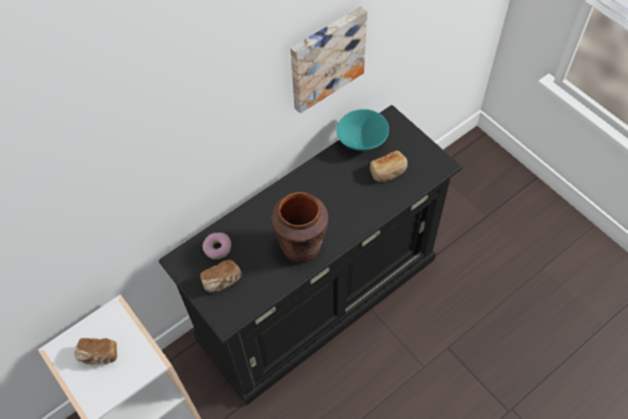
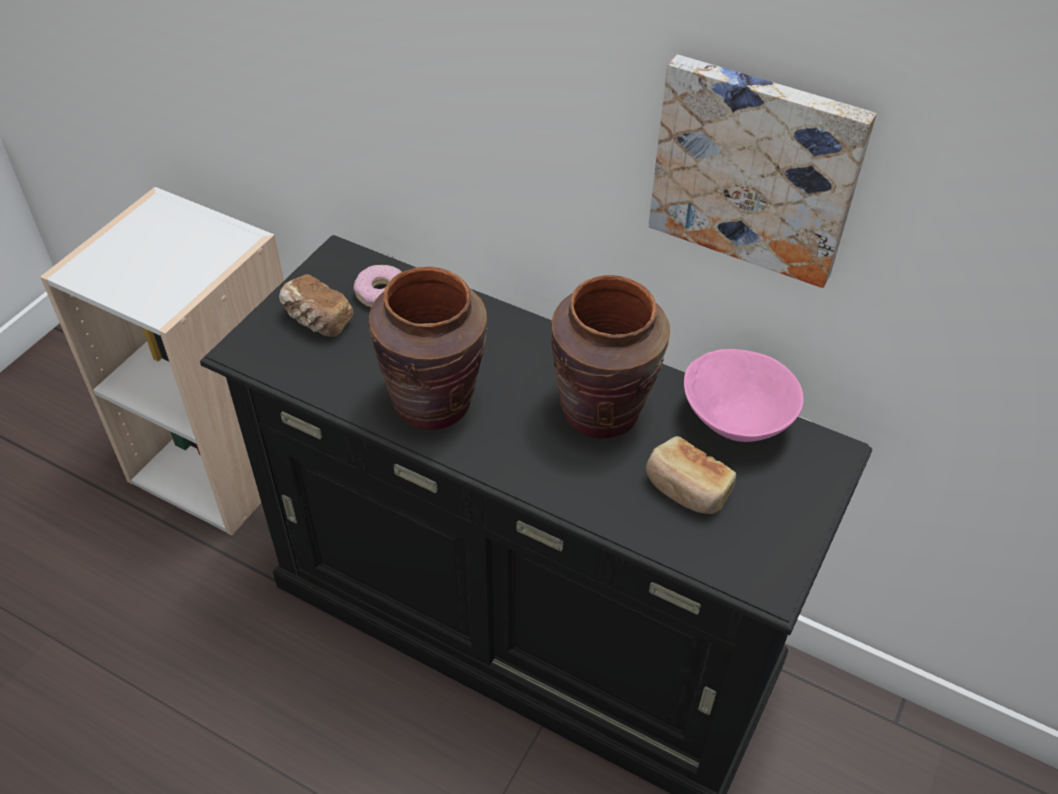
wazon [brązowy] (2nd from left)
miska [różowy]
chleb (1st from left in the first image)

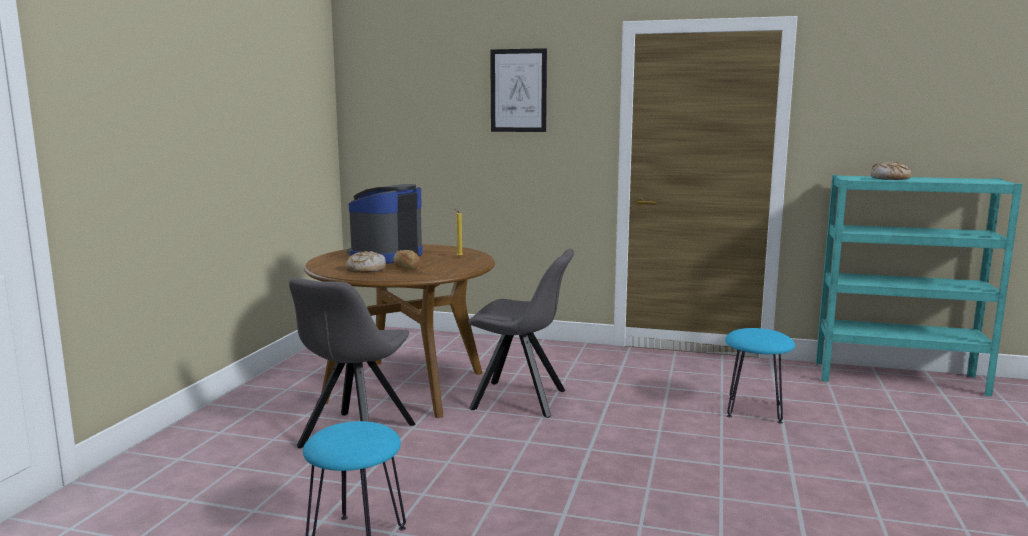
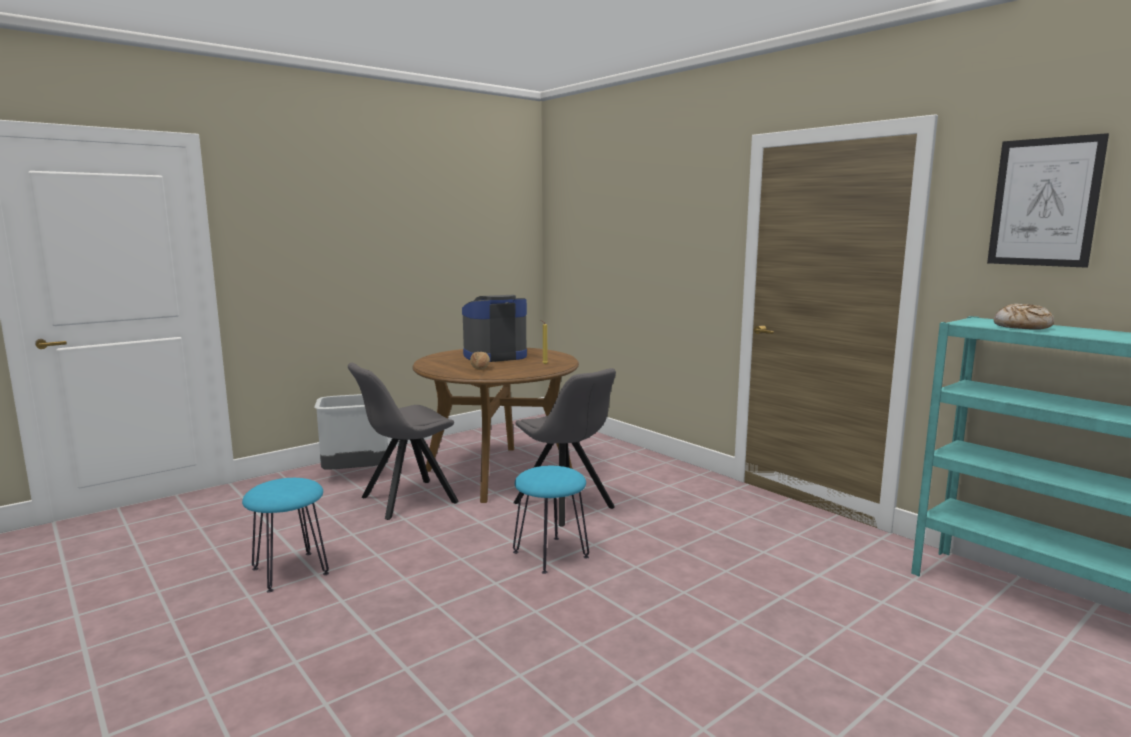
kosz na śmieci [szary]
stołek [turkusowy] (2nd from left)
obraz
chleb (1st from left in the first image)

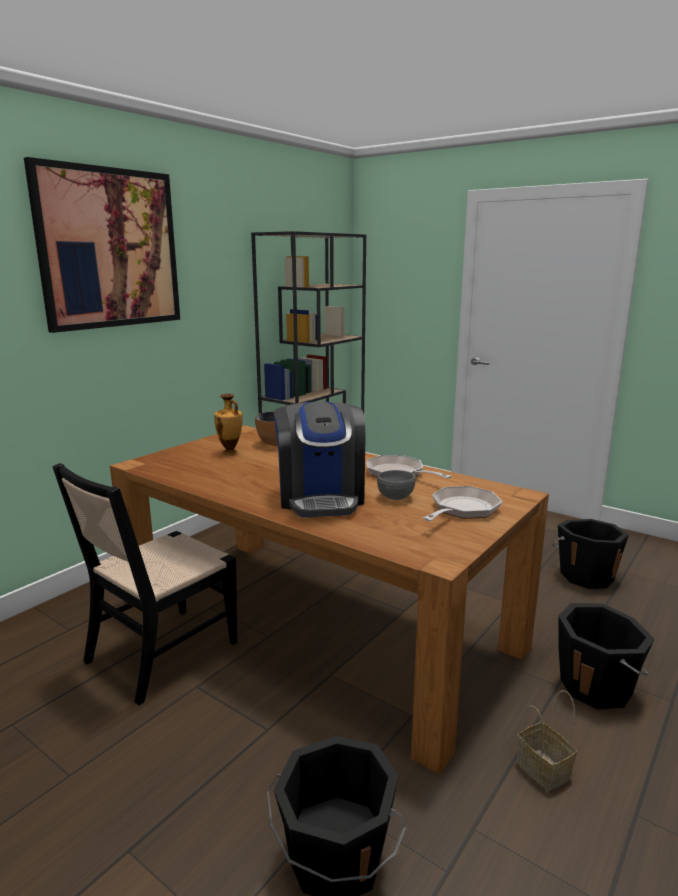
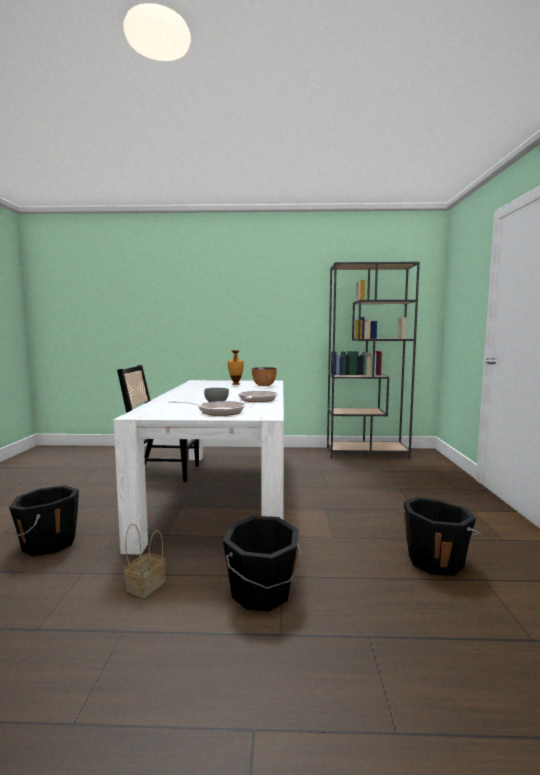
stół jadalny [biały]
obraz
ekspres do kawy

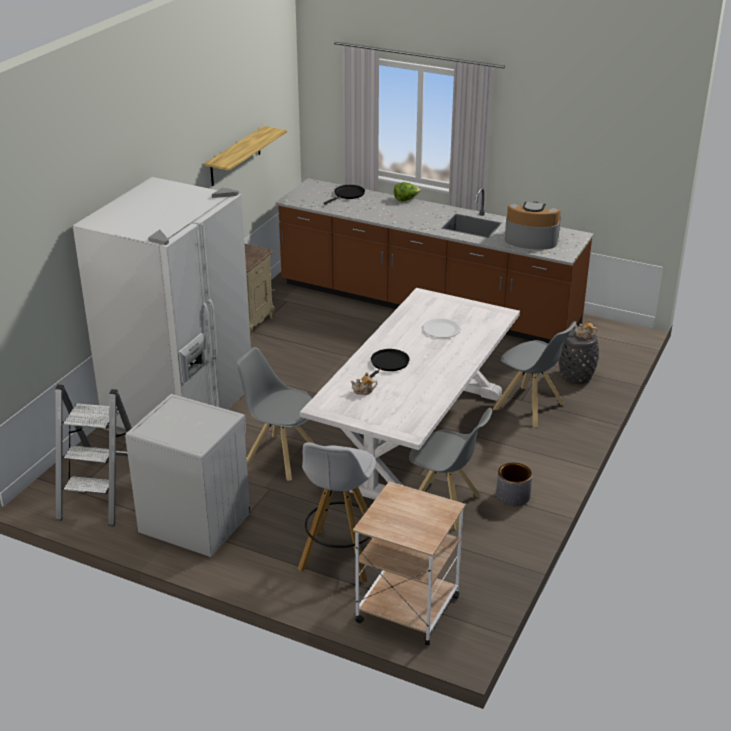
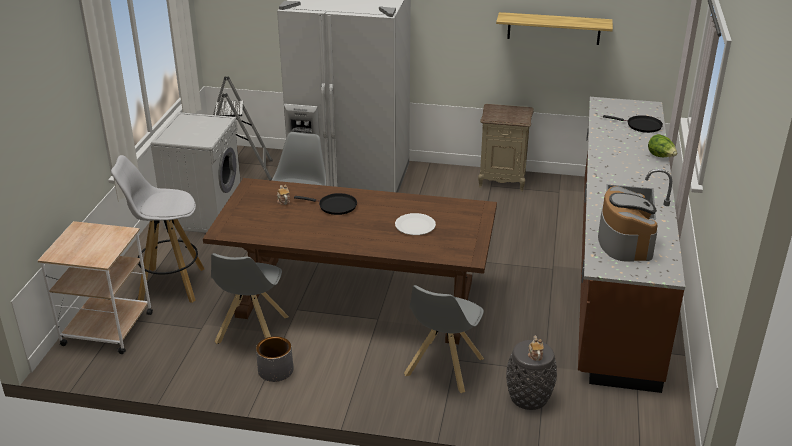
stół jadalny [brązowy]

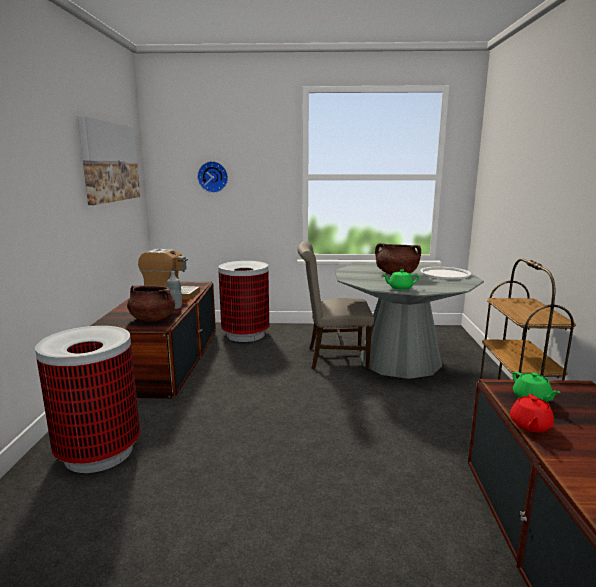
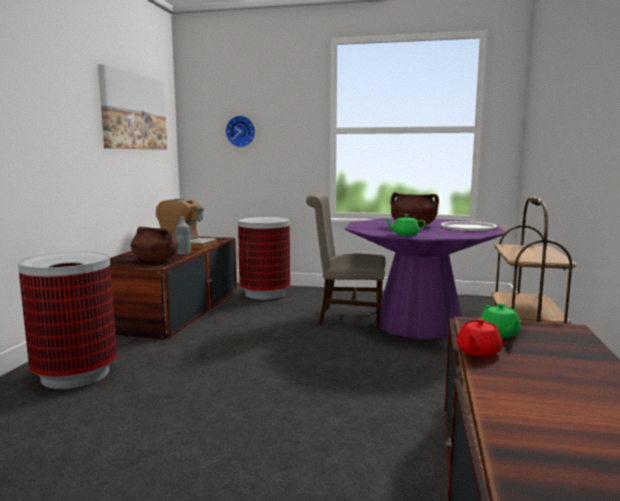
stół jadalny [fioletowy]

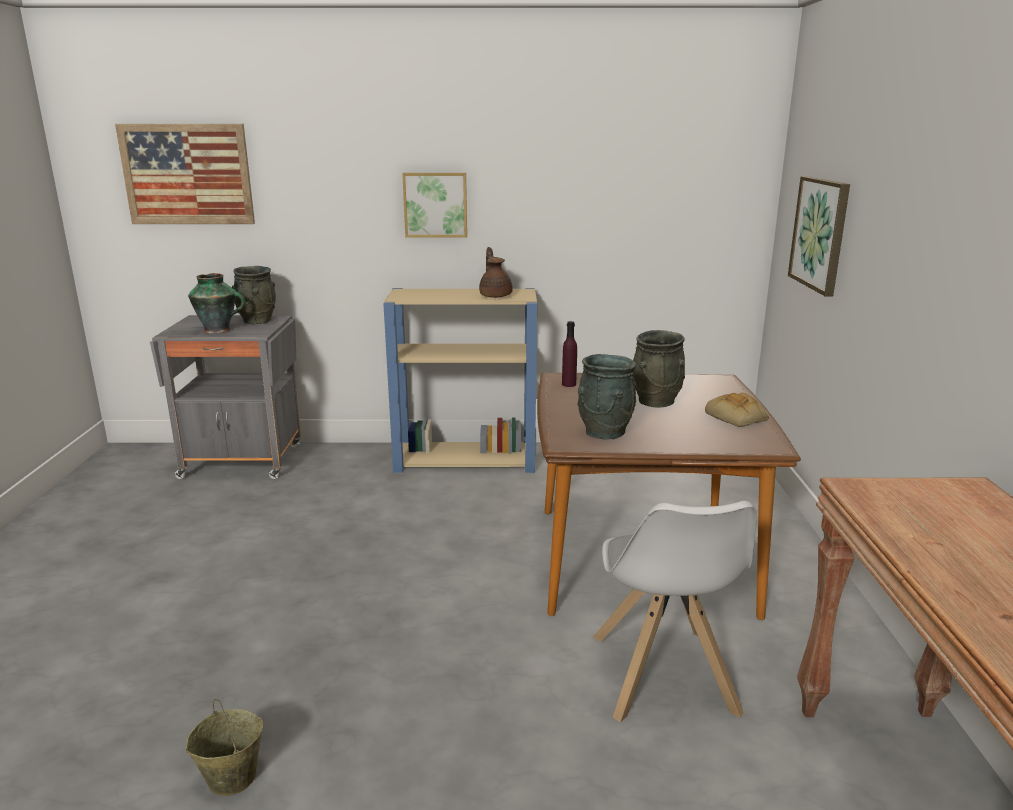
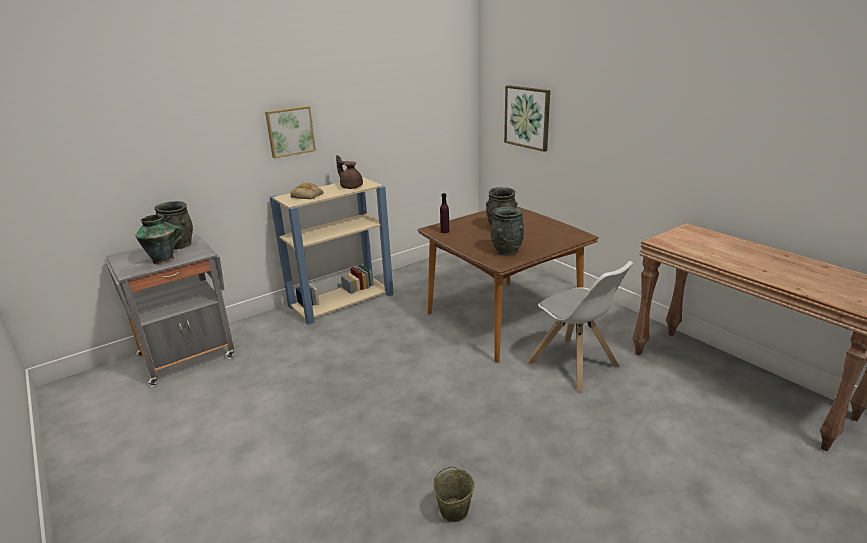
chleb
obraz (1st from left in the first image)

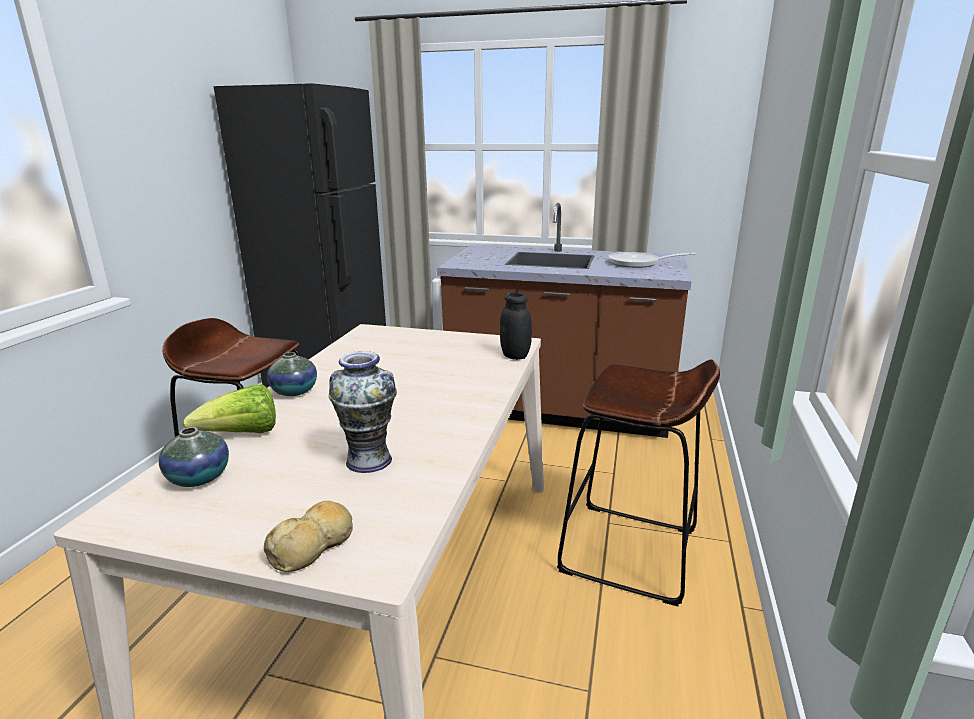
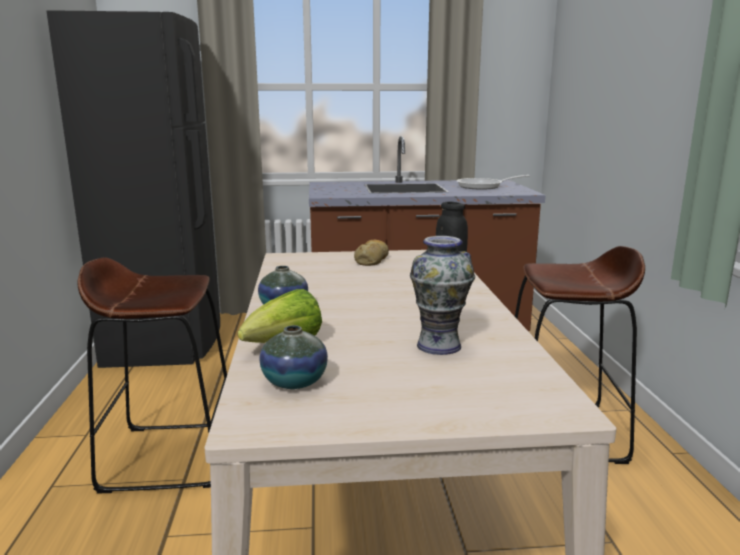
chleb

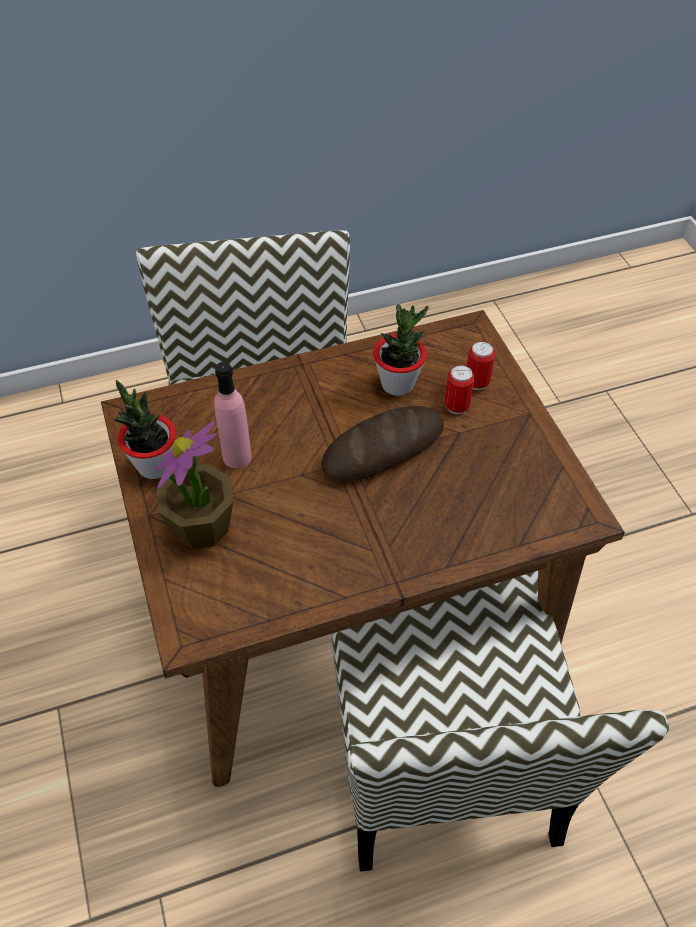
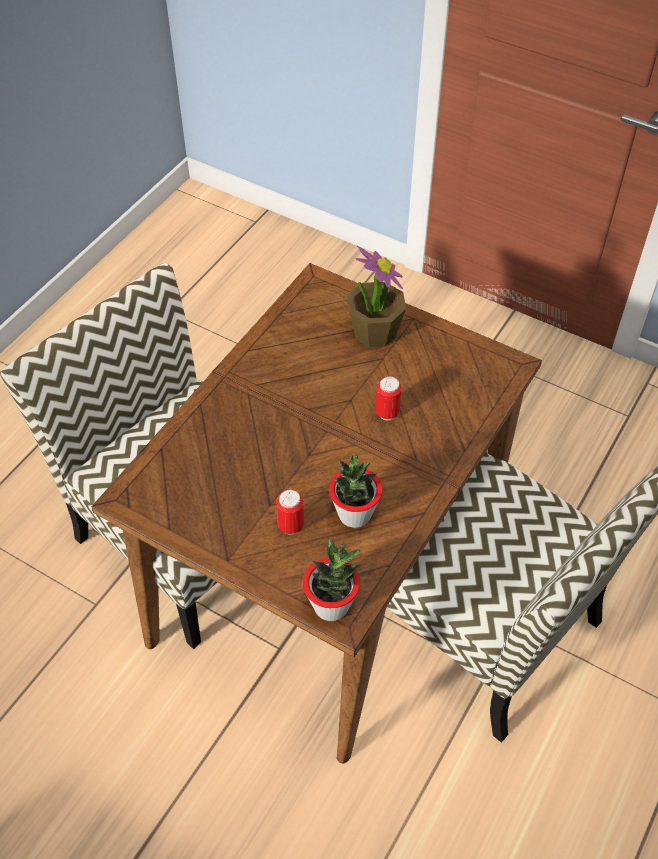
roślina doniczkowa (1st from left)
puszka (2nd from left)
butelka [różowy]
chleb

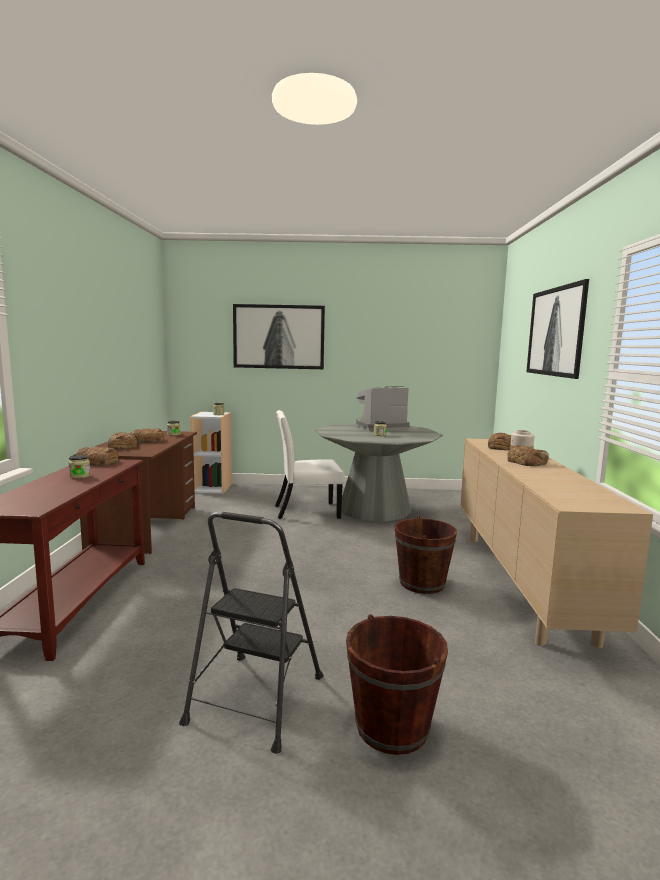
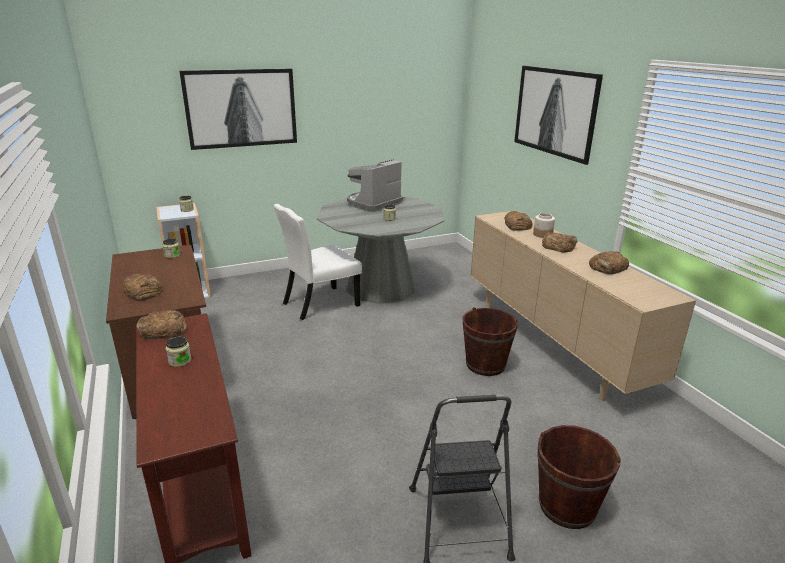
chleb (5th from left)

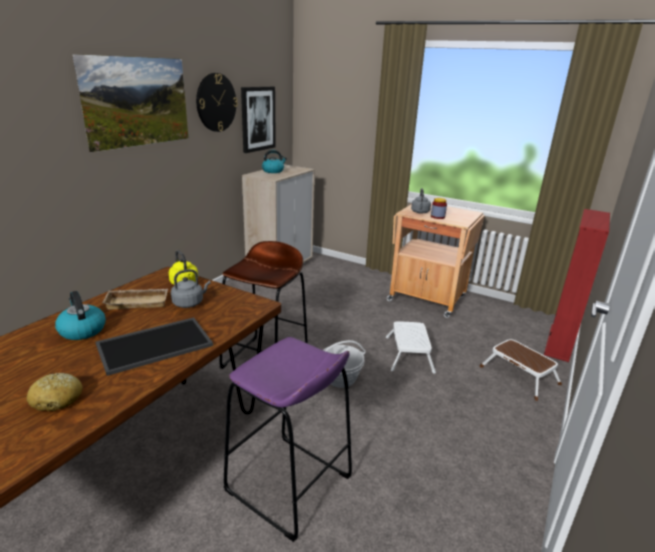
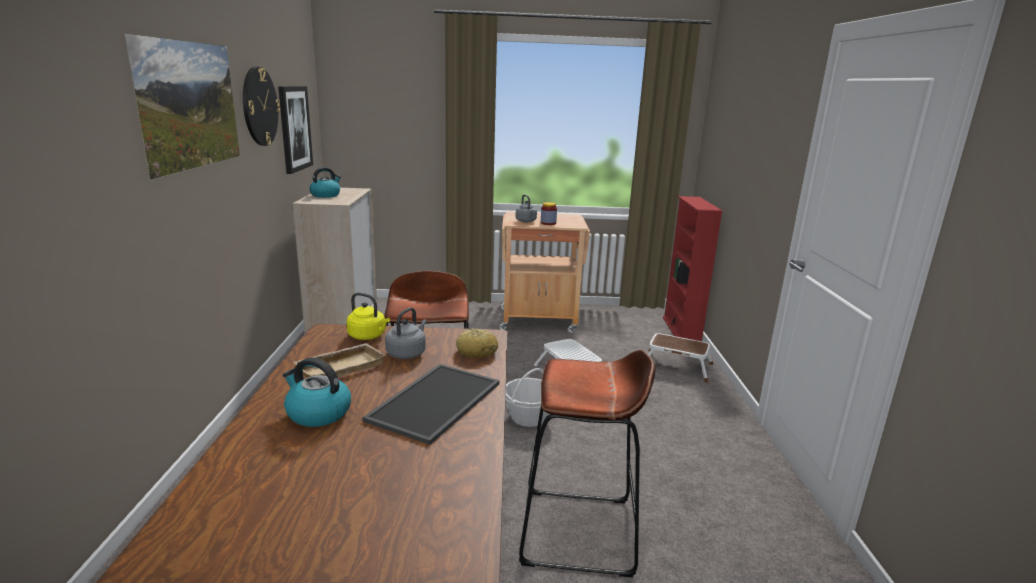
chleb
stołek [brązowy] (2nd from left)

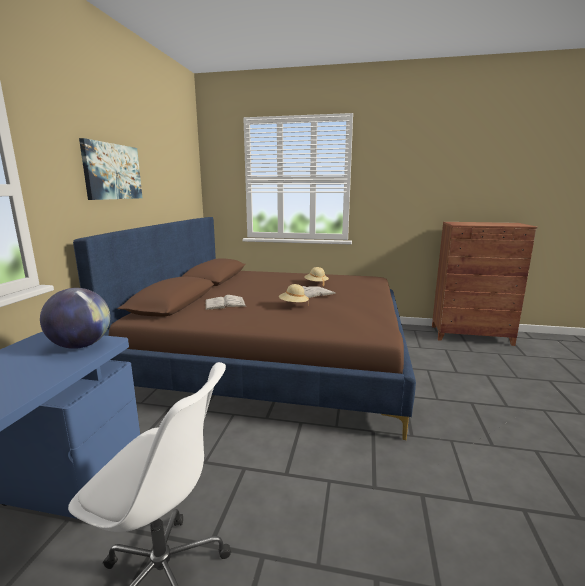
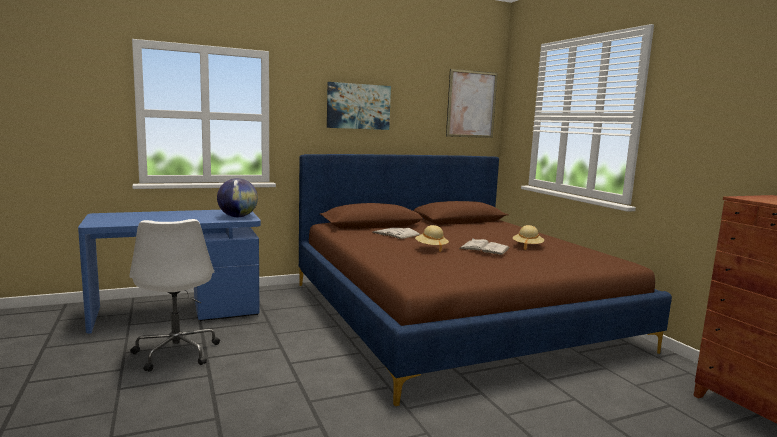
obraz (2nd from left)

